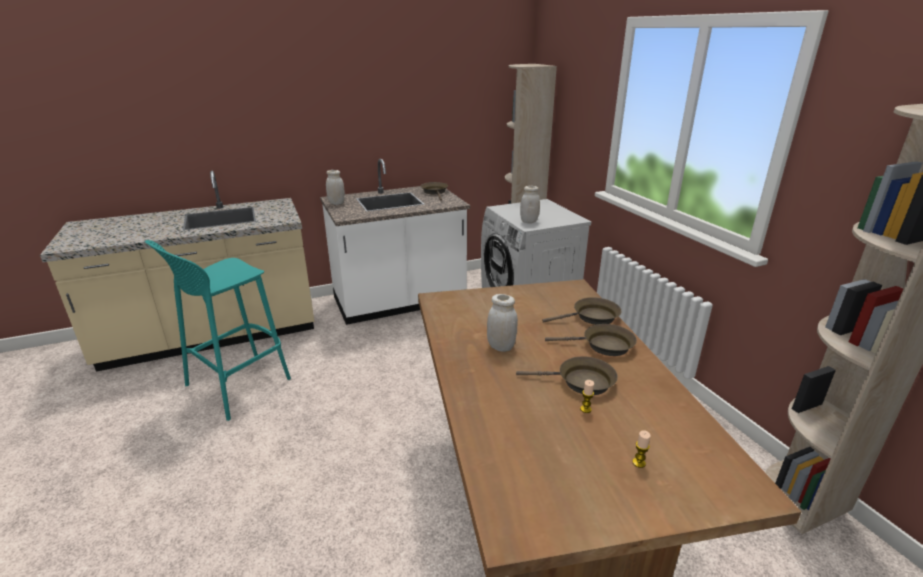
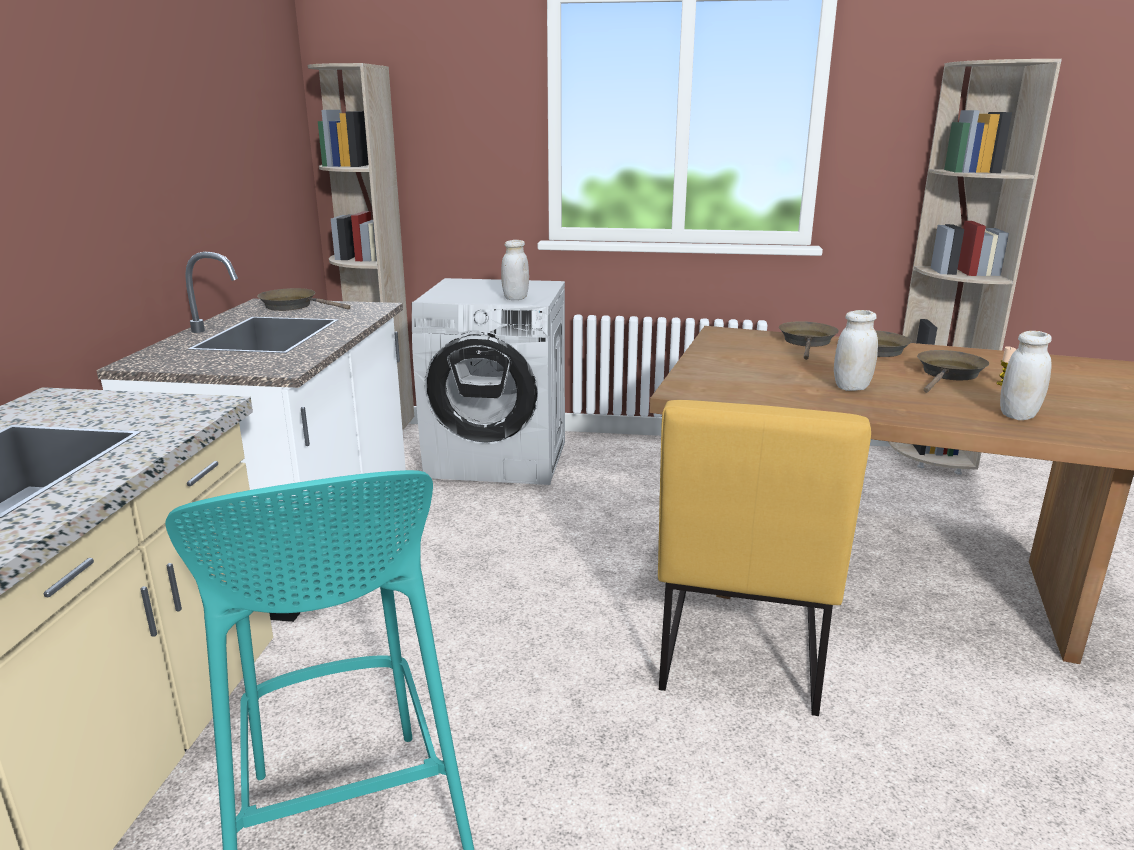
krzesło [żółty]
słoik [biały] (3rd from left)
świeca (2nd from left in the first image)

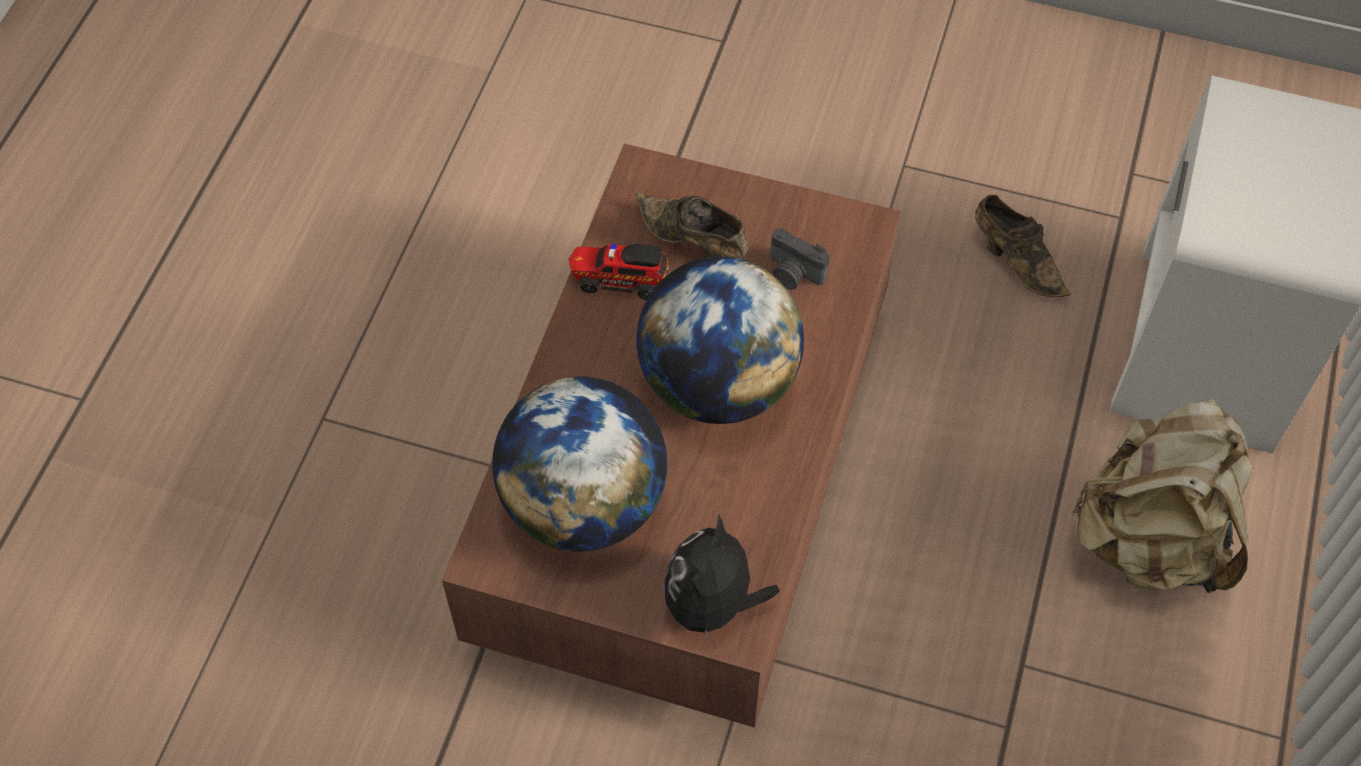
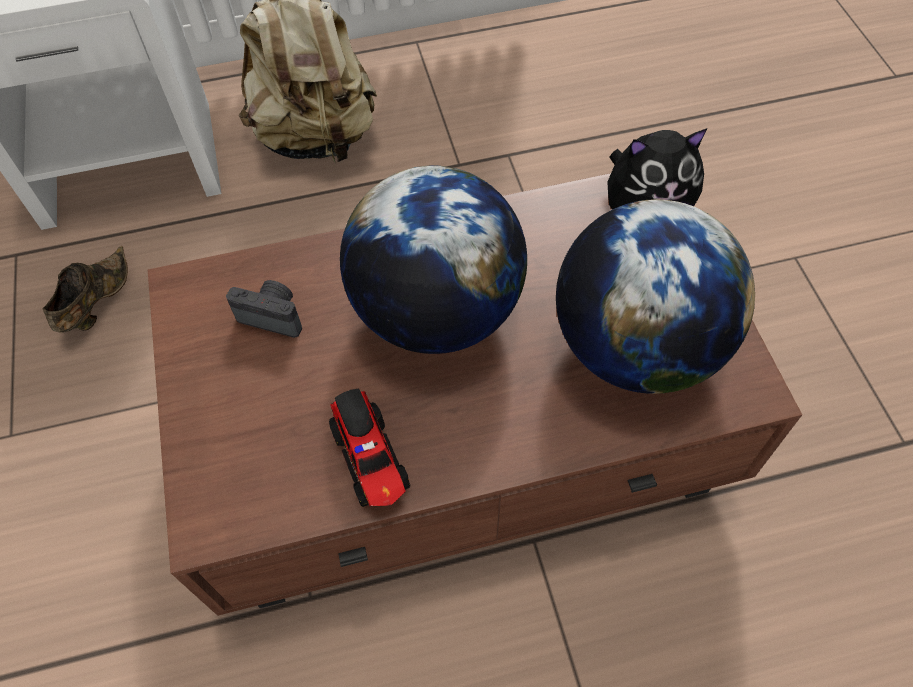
aparat fotograficzny
but [brązowy] (1st from left in the first image)

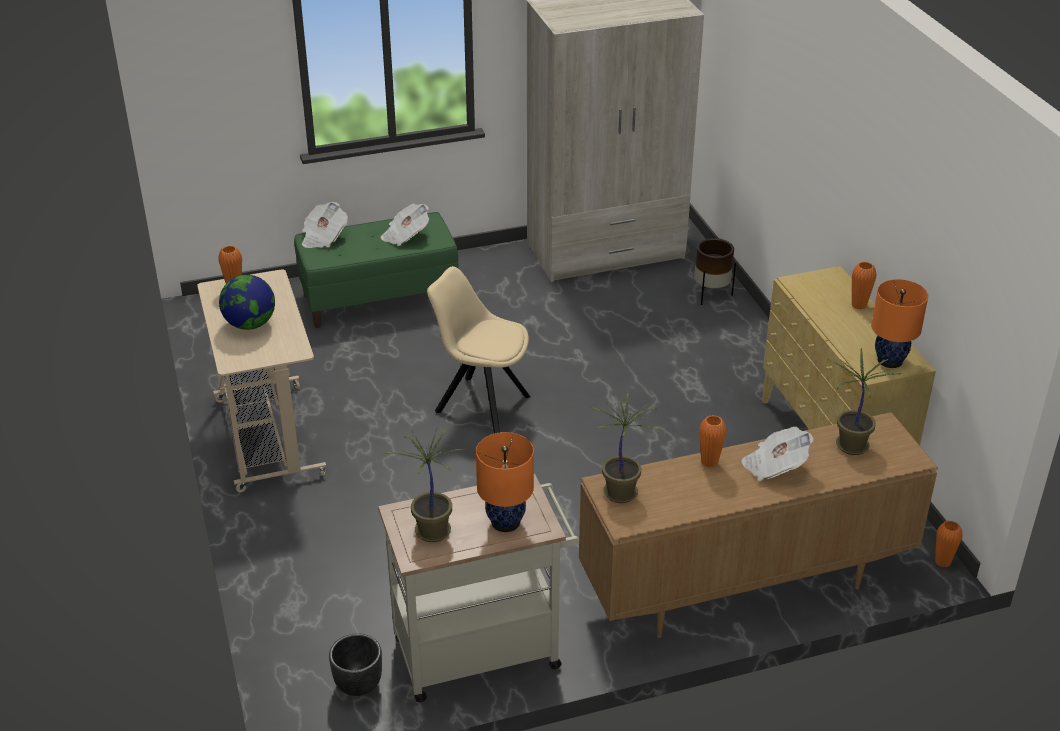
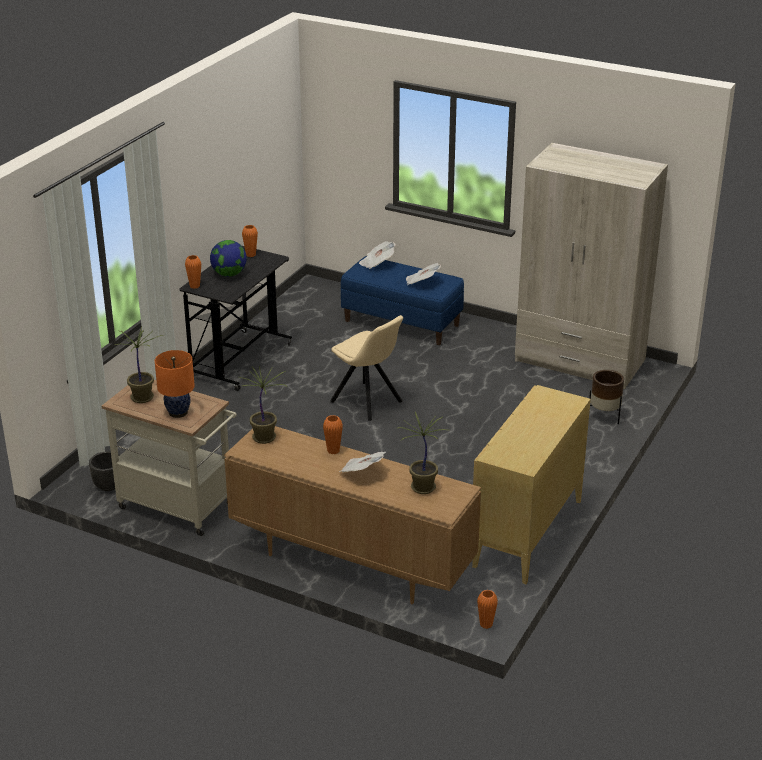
biurko [czarny]
wazon [pomarańczowy] (1st from left)
krzesło [beżowy]
ławka [niebieski]
lampa stołowa [pomarańczowy] (2nd from left in the first image)

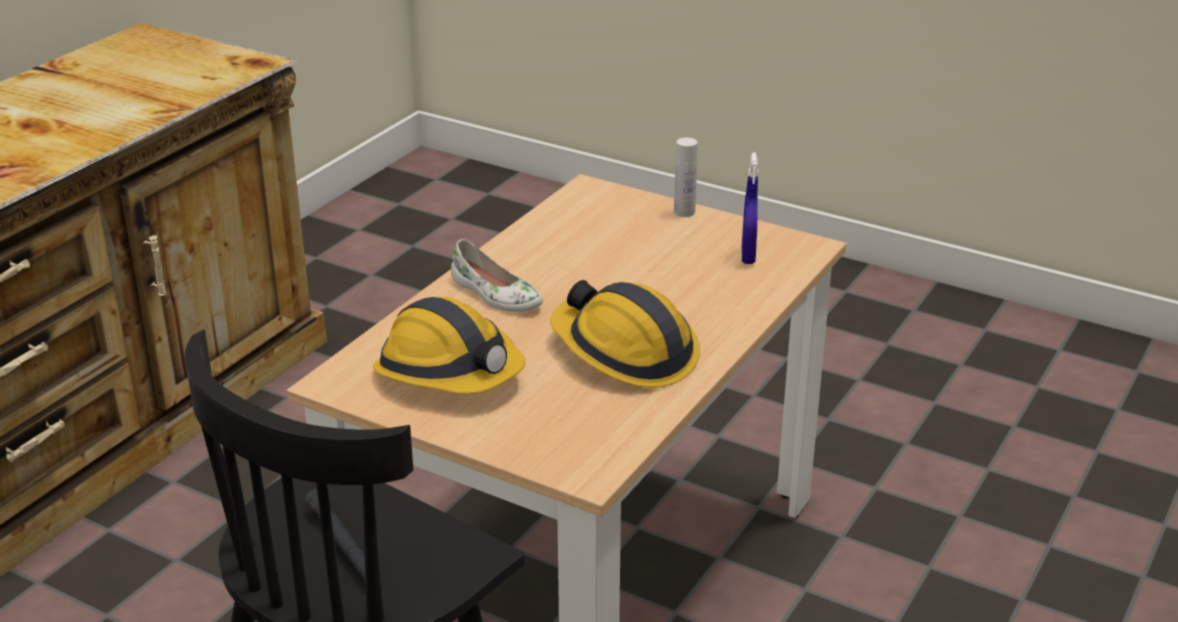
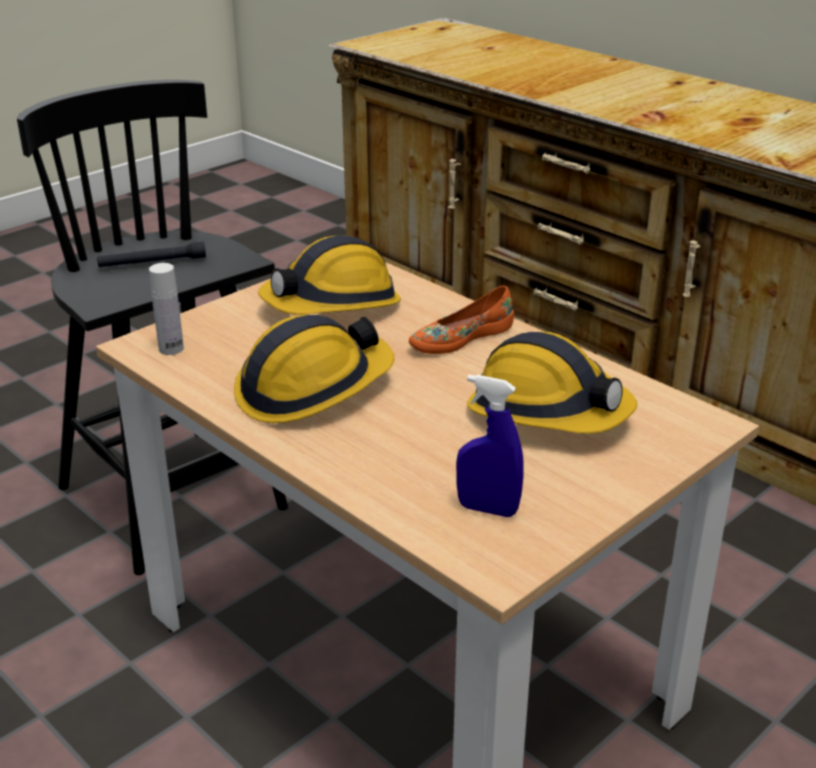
butelka [biały]
but [pomarańczowy]
kask (3rd from left)

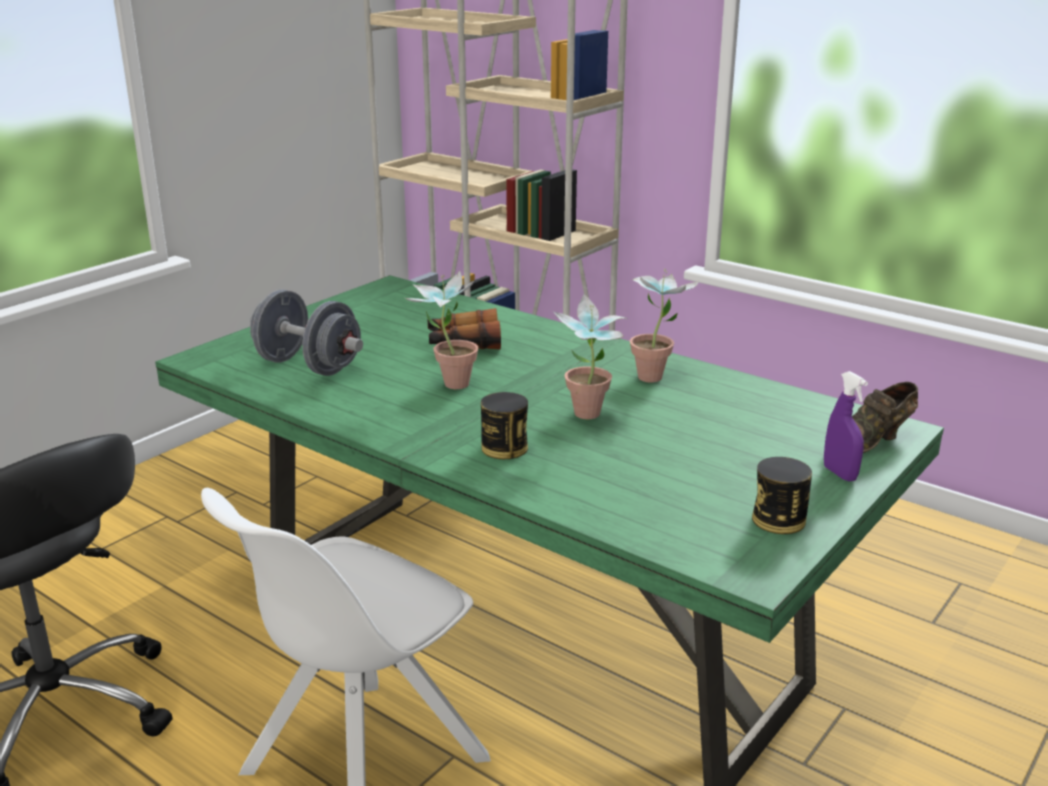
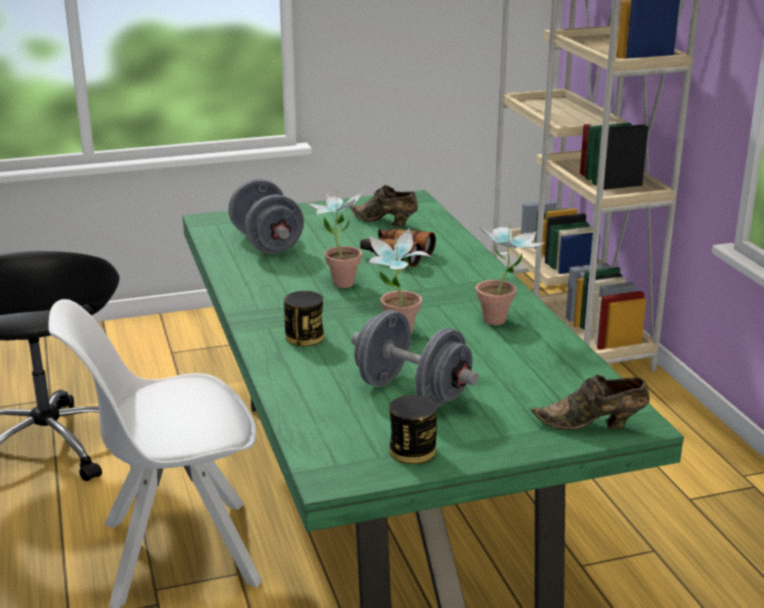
but [brązowy] (1st from left)
hantel [szary] (2nd from left)
spryskiwacz [fioletowy]

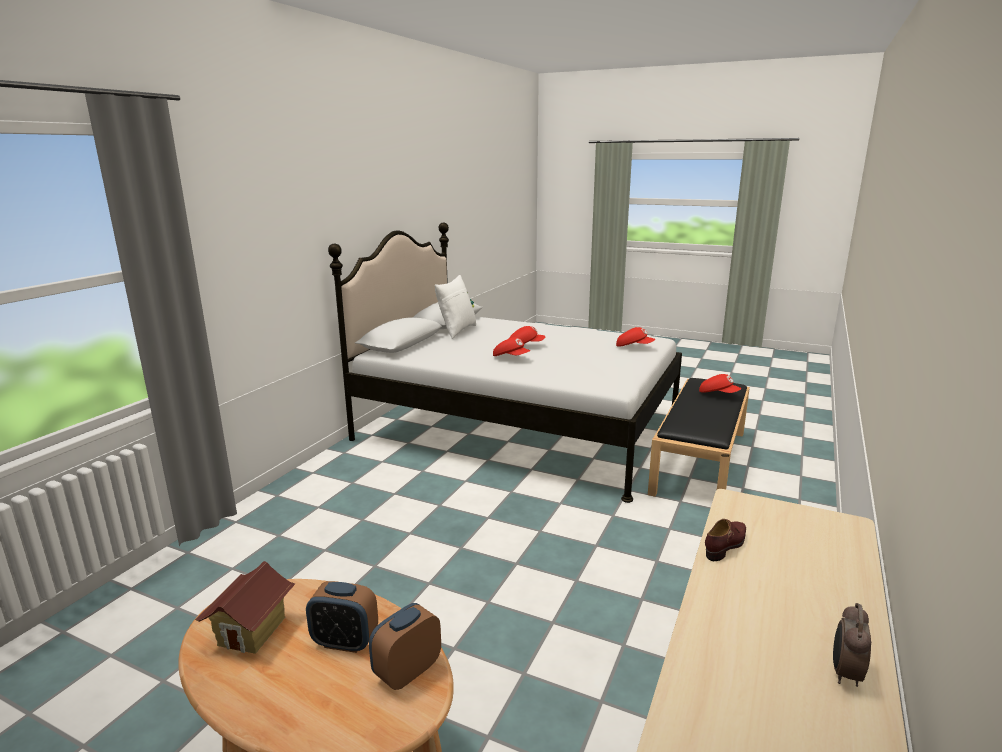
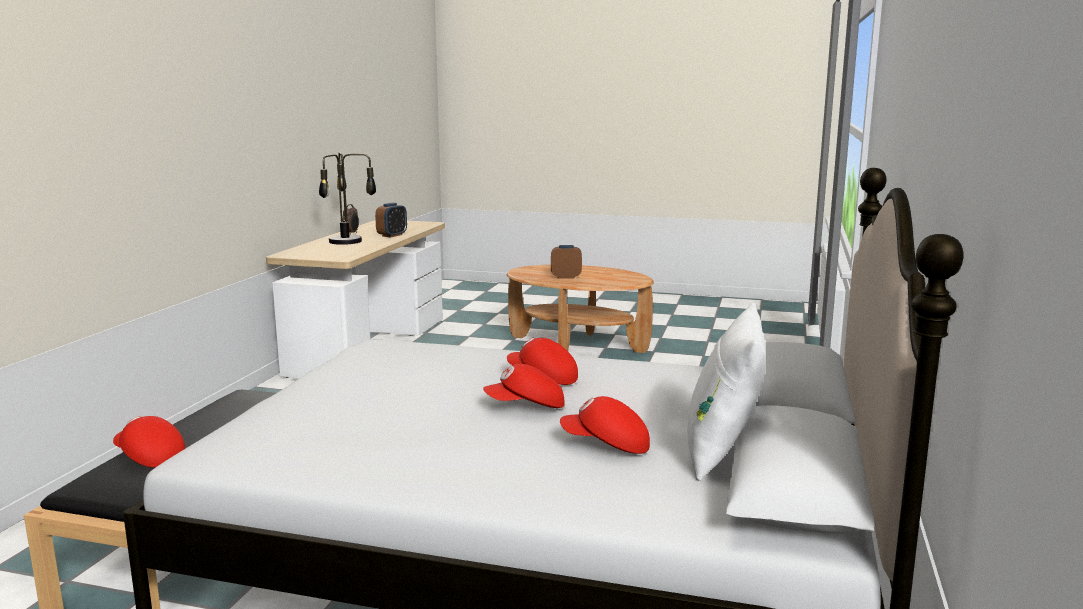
lampa stołowa
budzik (2nd from left)
czapka z daszkiem [czerwony] (4th from left)
domek
but [brązowy]

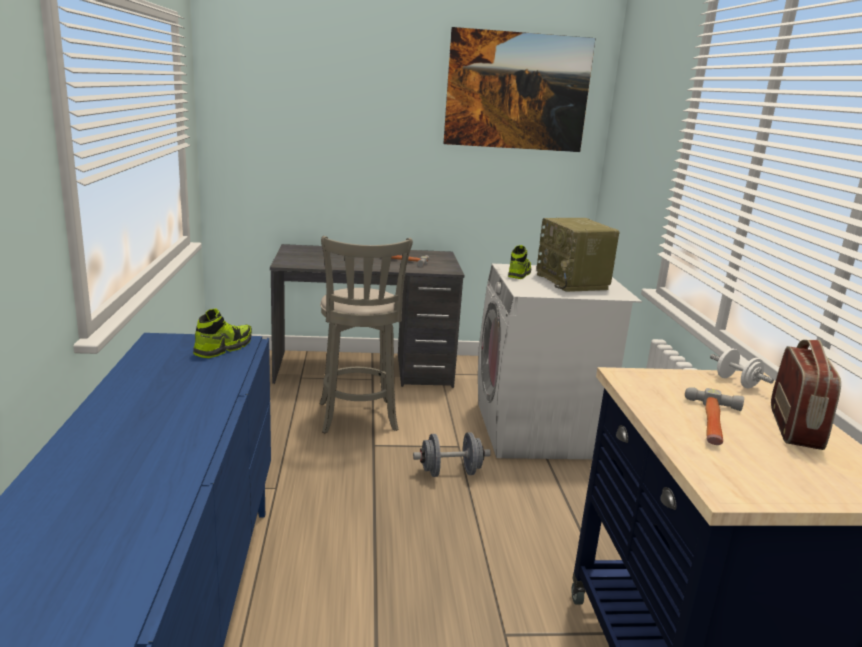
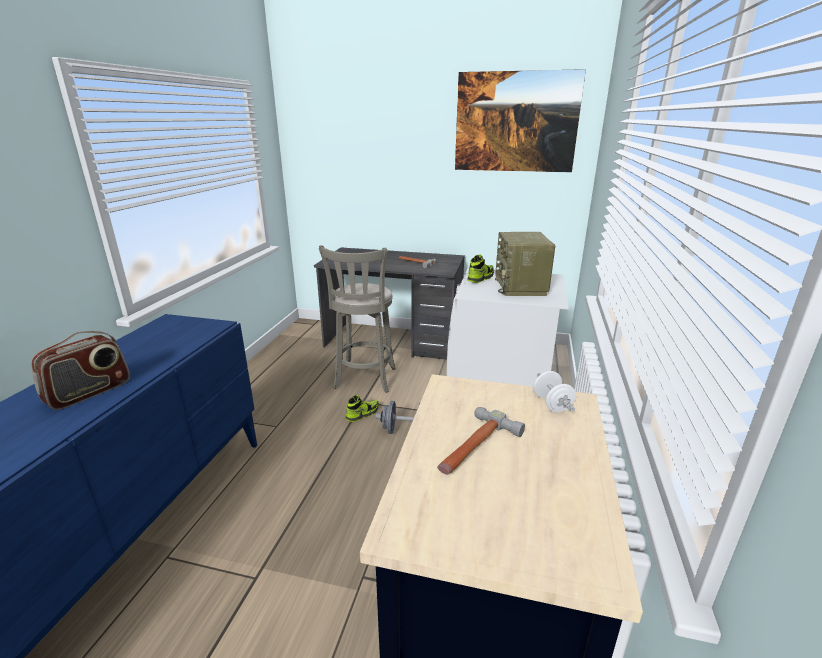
radio (1st from left)
but (1st from left)

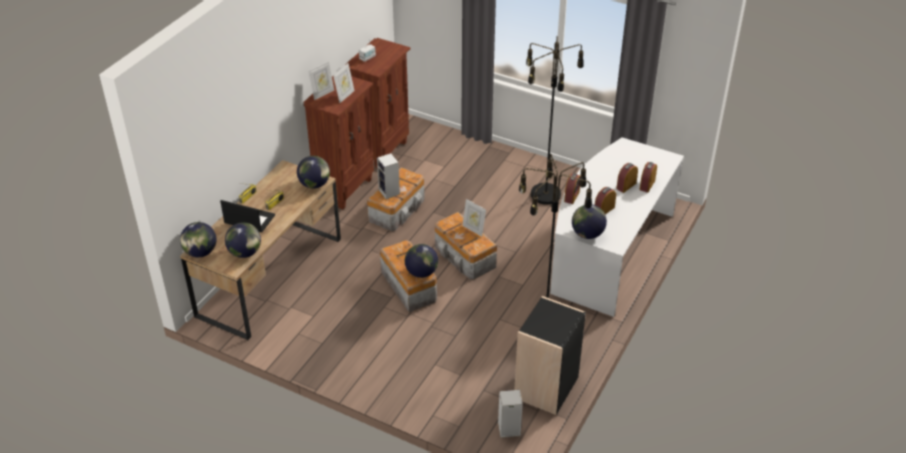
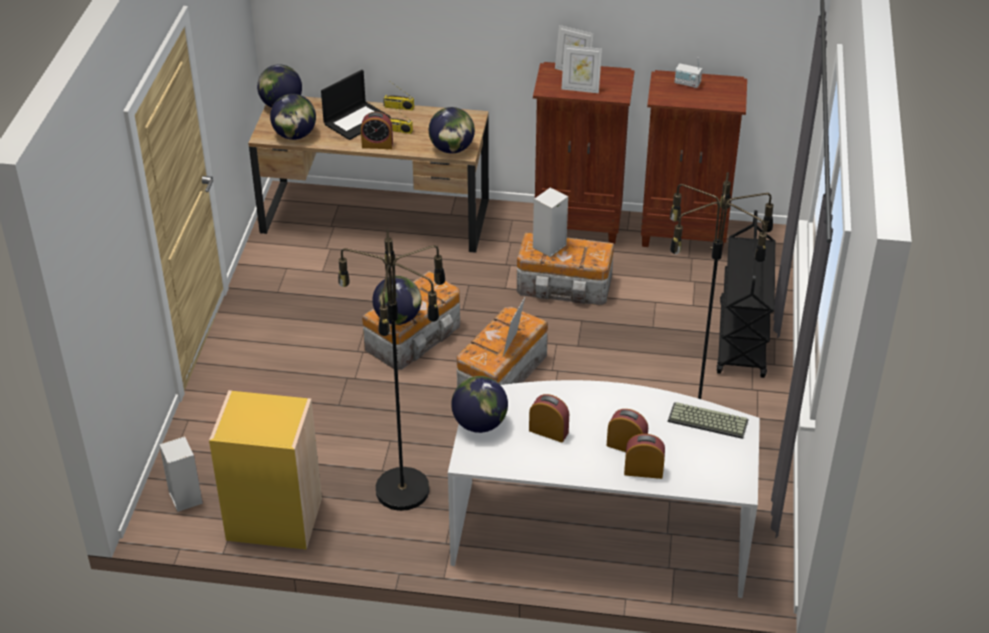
regał [żółty]
laptop
budzik (1st from left)
klawiatura
wózek [czarny]

